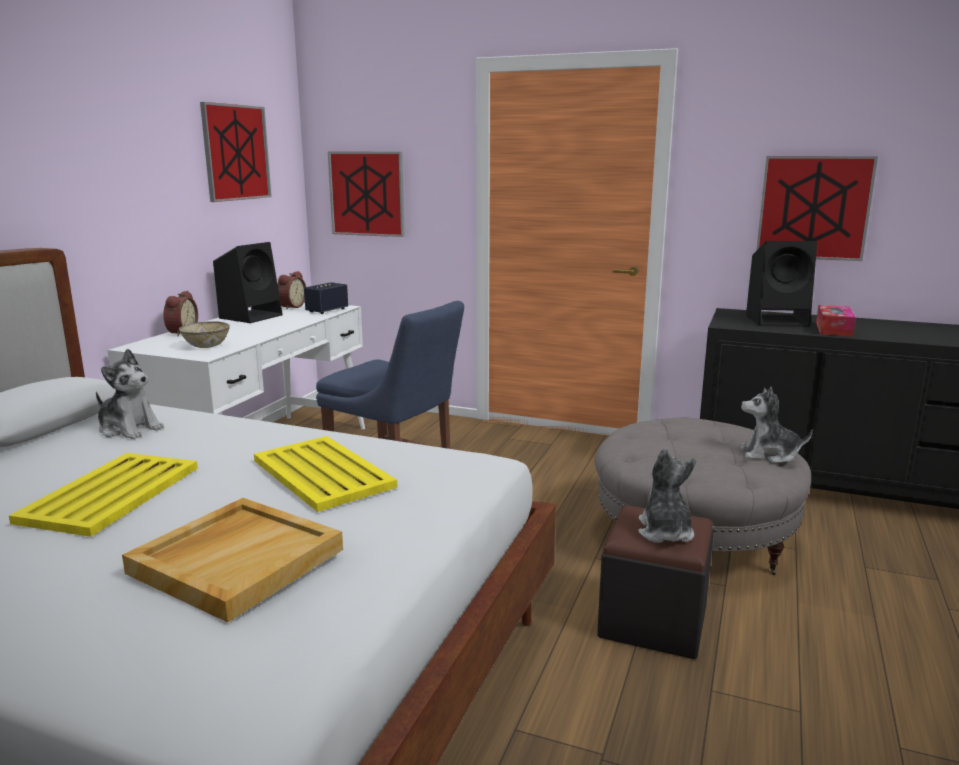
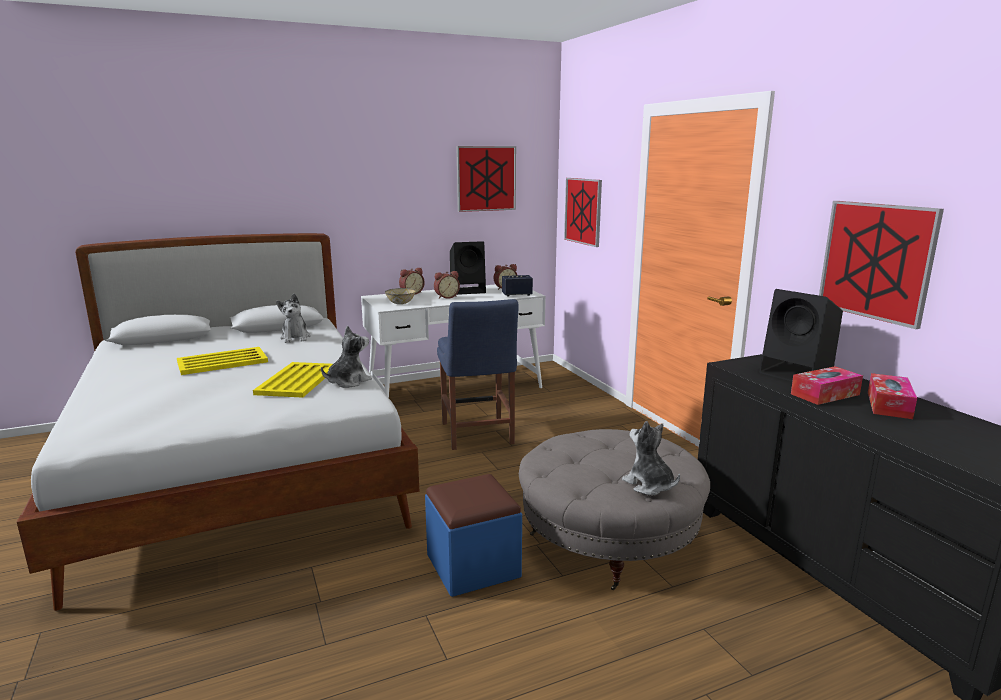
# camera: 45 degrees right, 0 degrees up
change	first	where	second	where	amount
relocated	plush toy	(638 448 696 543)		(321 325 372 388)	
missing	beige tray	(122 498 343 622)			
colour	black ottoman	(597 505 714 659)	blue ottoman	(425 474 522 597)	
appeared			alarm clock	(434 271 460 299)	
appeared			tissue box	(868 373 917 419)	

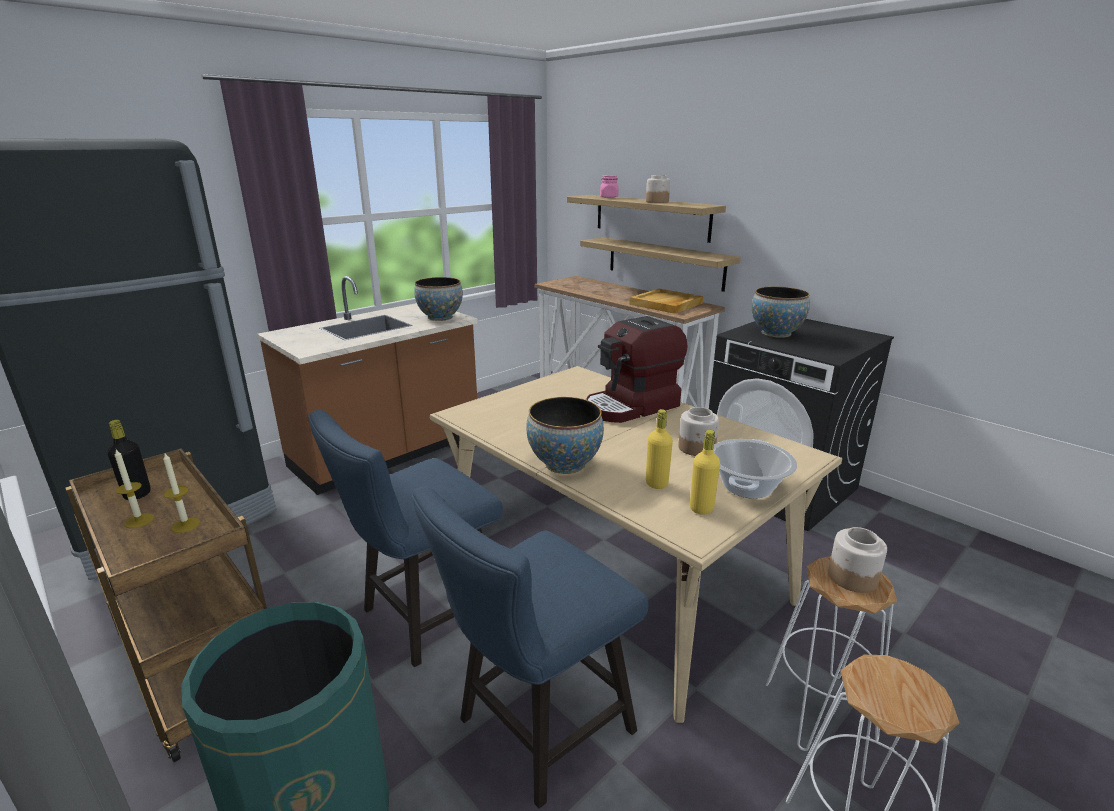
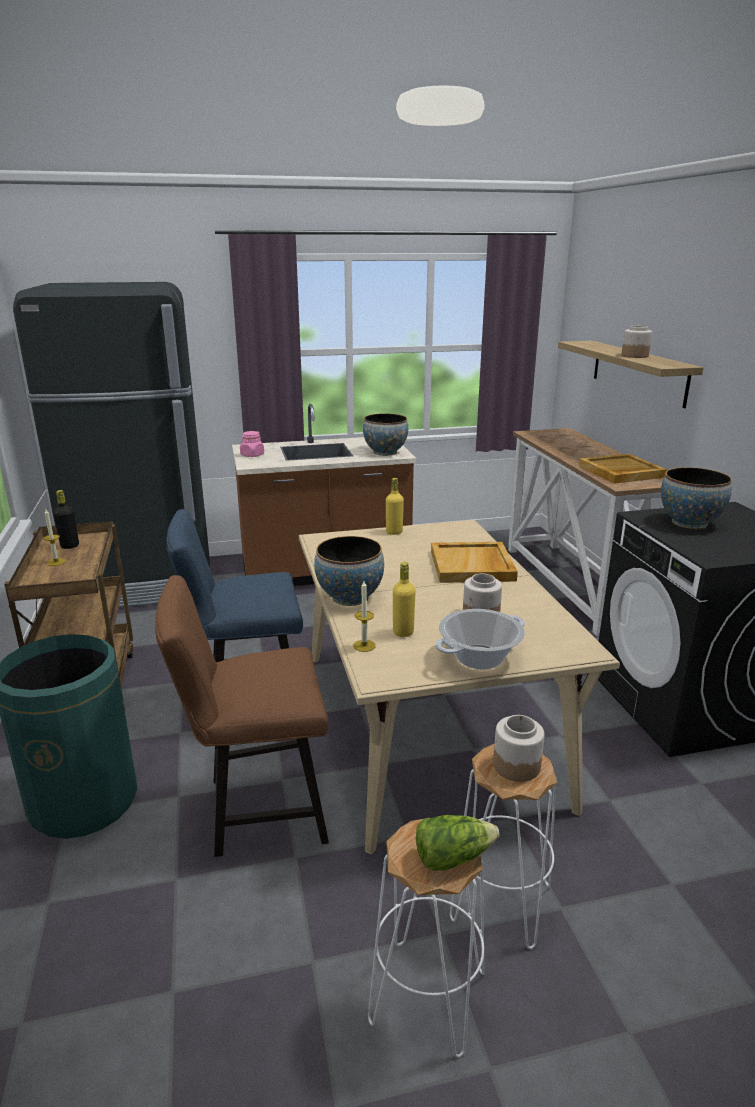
# camera: 30 degrees right, 0 degrees up
change	first	where	second	where	amount
relocated	pink jar	(600 175 619 198)		(240 431 264 457)	
missing	shelf	(580 237 741 292)			
exchanged	coffee machine	(586 316 688 423)	beige tray	(431 542 518 583)	
relocated	yellow bottle	(690 430 720 515)		(386 478 404 535)	
relocated	candle	(163 452 200 533)		(353 581 376 652)	
colour	blue chair	(412 487 649 809)	brown chair	(155 575 329 857)	
appeared			lettuce	(416 815 499 871)	

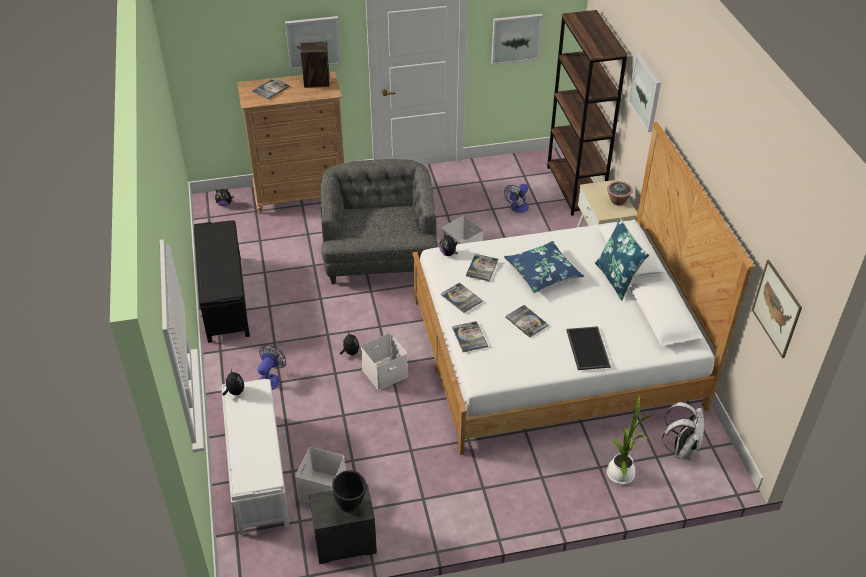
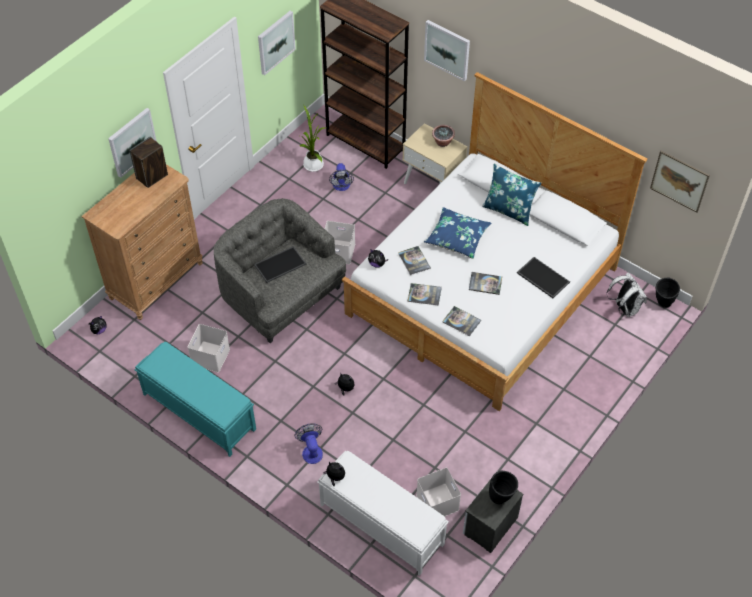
# camera: 40 degrees left, 10 degrees up
change	first	where	second	where	amount
missing	book	(252 78 290 99)			
colour	black bench	(194 220 250 343)	turquoise bench	(135 342 256 457)	
relocated	white storage box	(361 333 408 390)		(188 324 230 372)	
relocated	potted plant	(607 396 653 484)		(299 106 325 172)	
appeared			tray	(254 246 306 283)	
appeared			black vase	(656 278 680 308)	

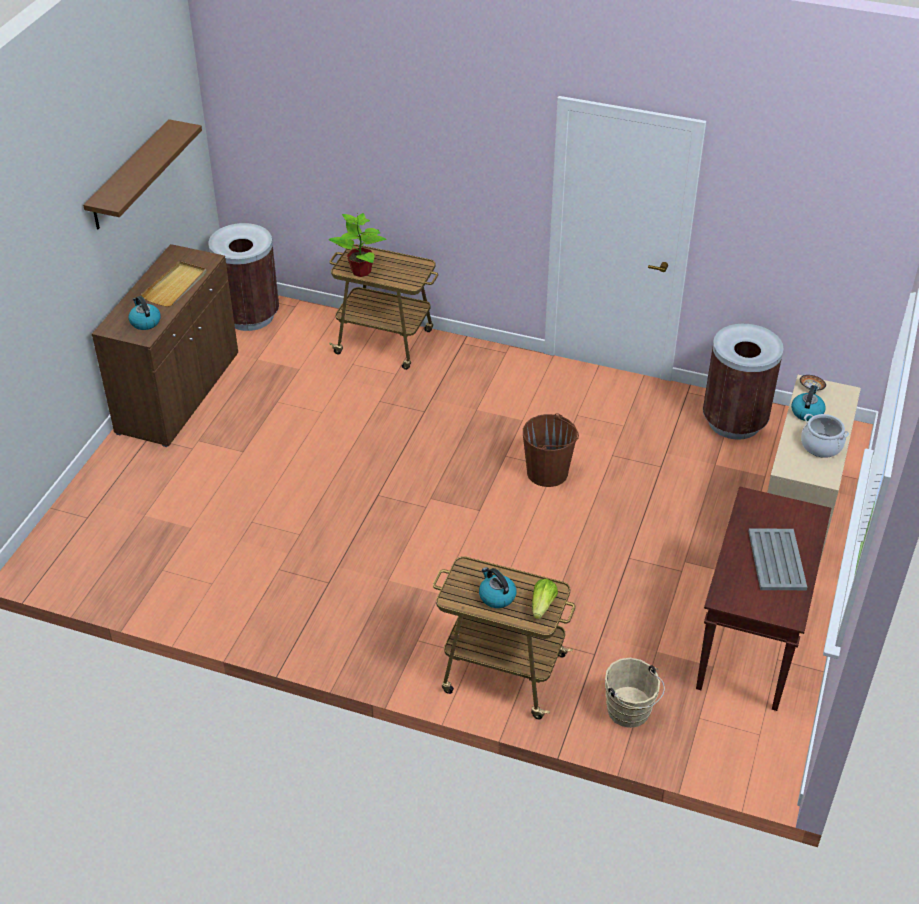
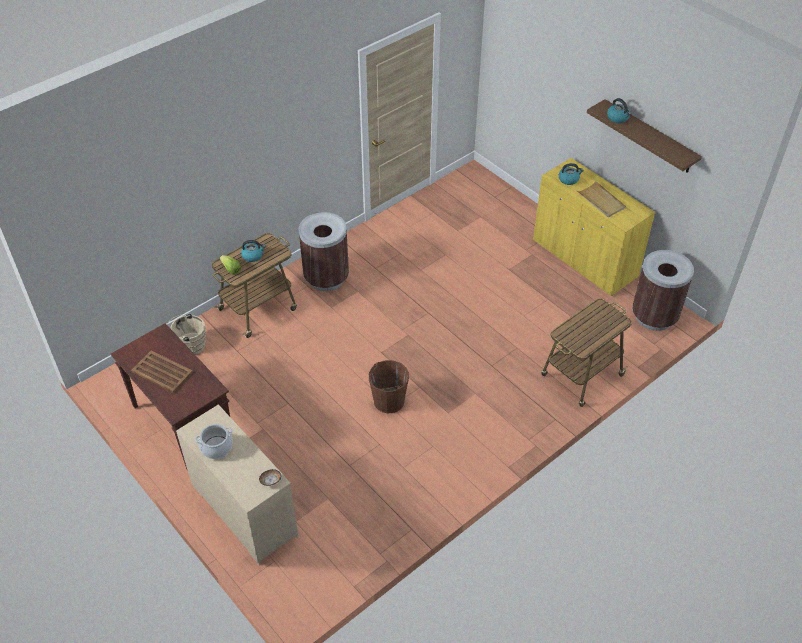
# camera: 120 degrees right, 5 degrees up
change	first	where	second	where	amount
missing	potted plant	(328 213 386 277)			
colour	brown cabinet	(92 244 238 447)	yellow cabinet	(533 158 655 296)	
relocated	brown trash can	(703 324 784 440)		(299 212 349 291)	
relocated	kettle	(791 385 826 421)		(607 98 631 123)	
colour	grey tray	(748 529 807 590)	brown tray	(131 350 193 393)	

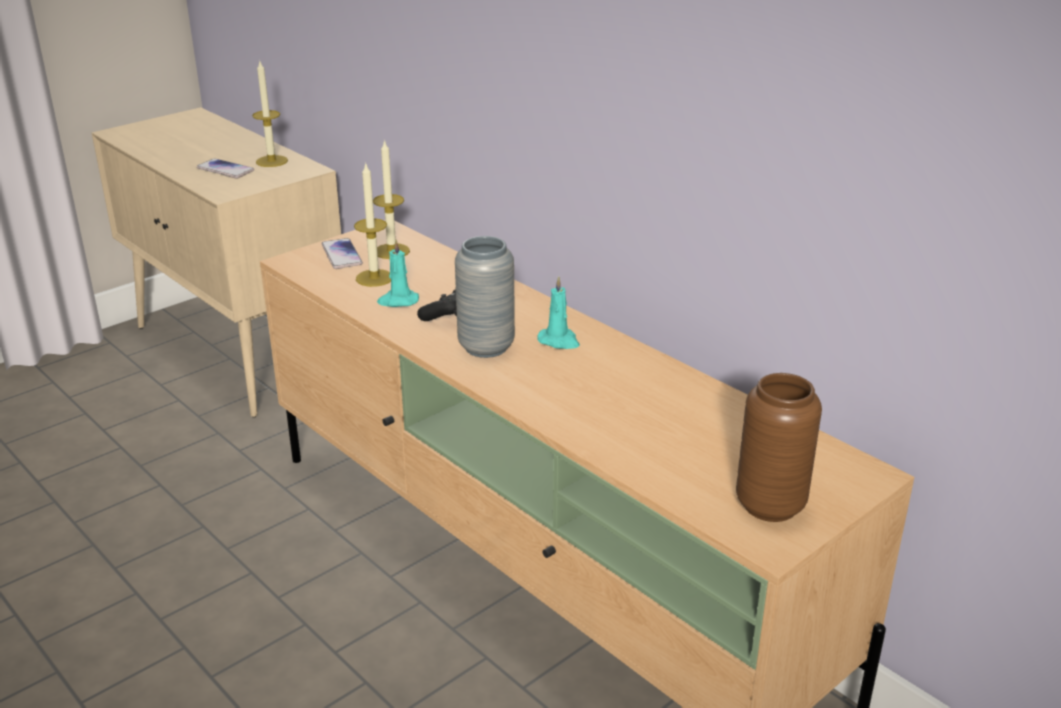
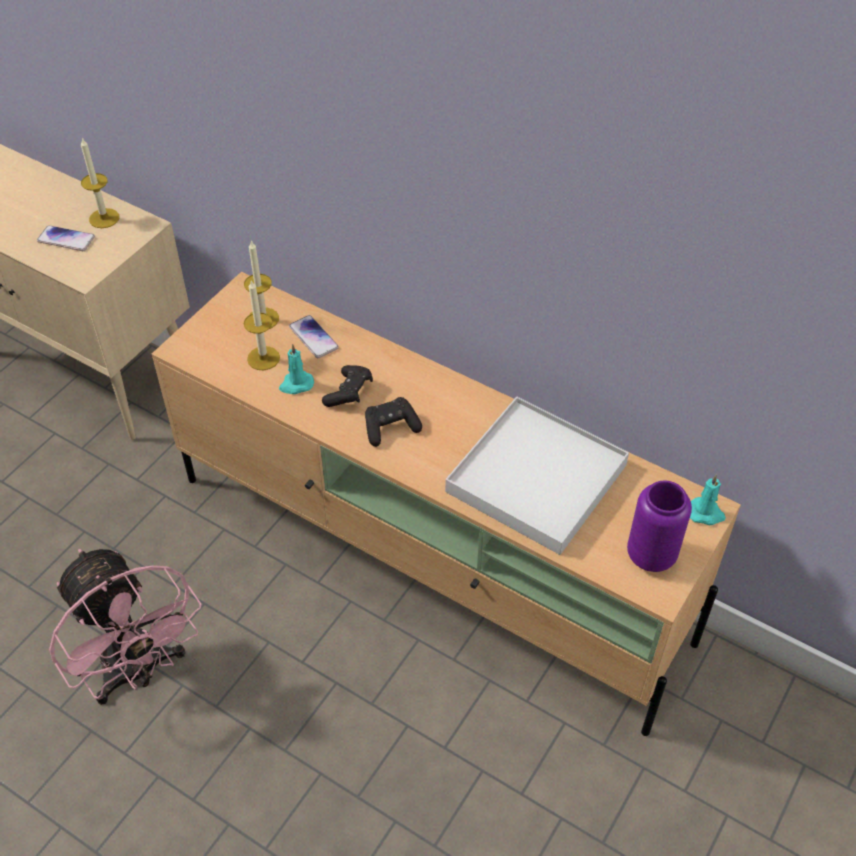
# camera: 15 degrees left, 20 degrees up
change	first	where	second	where	amount
exchanged	grey vase	(455 236 515 358)	black game controller	(365 397 422 447)	
relocated	phone	(321 238 363 269)		(289 315 339 358)	
relocated	turquoise candle	(537 276 580 349)		(690 474 726 525)	
colour	brown vase	(736 373 822 522)	purple vase	(627 480 692 572)	
appeared			white tray	(445 397 629 555)	
appeared			pink fan	(49 549 202 705)	

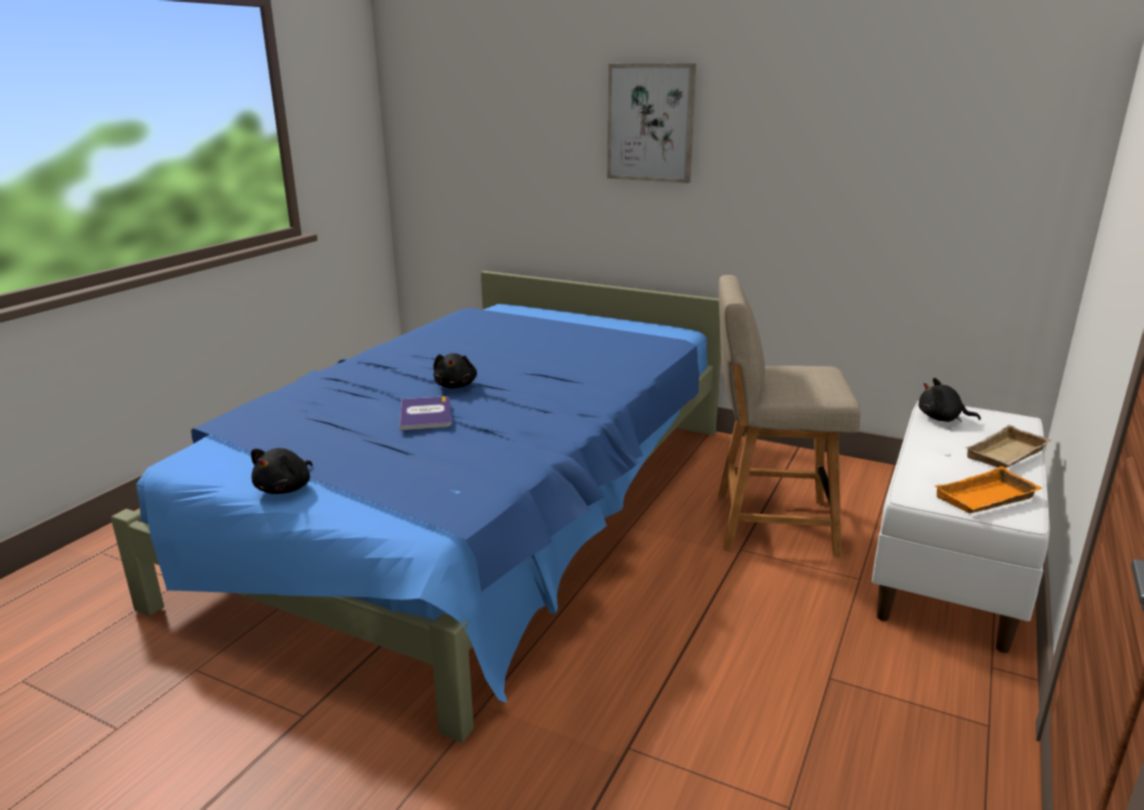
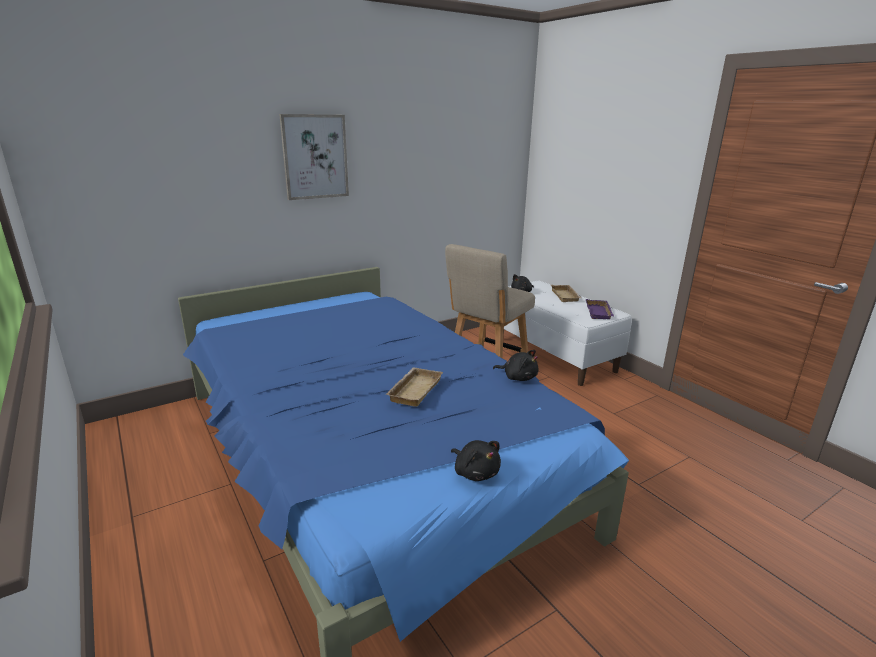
# camera: 60 degrees left, 0 degrees up
change	first	where	second	where	amount
relocated	black plush toy	(433 353 477 388)		(493 350 539 381)	
exchanged	book	(400 396 452 431)	beige tray	(385 367 443 407)	
colour	orange tray	(934 466 1042 513)	purple tray	(586 299 614 319)	

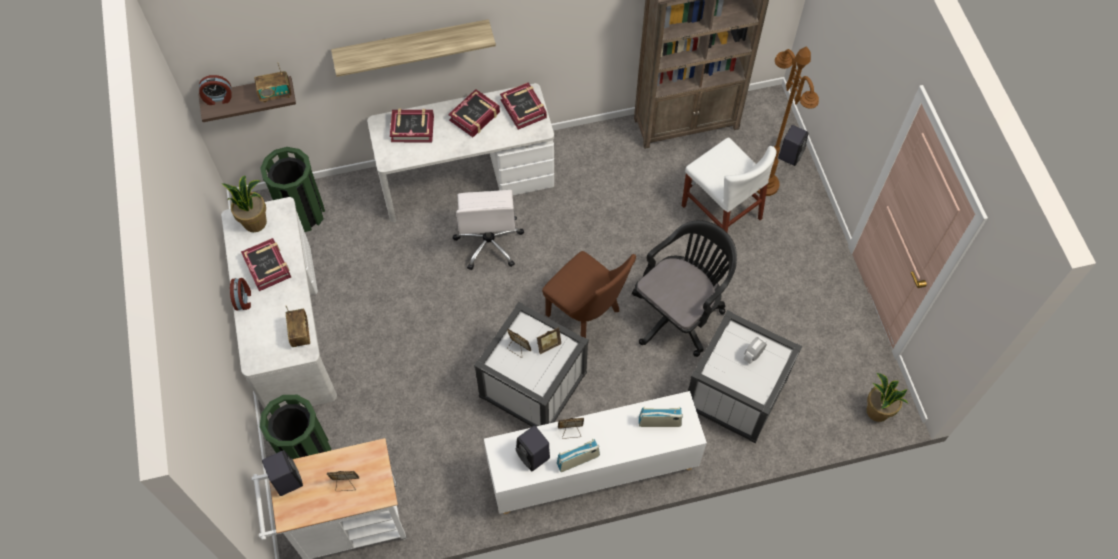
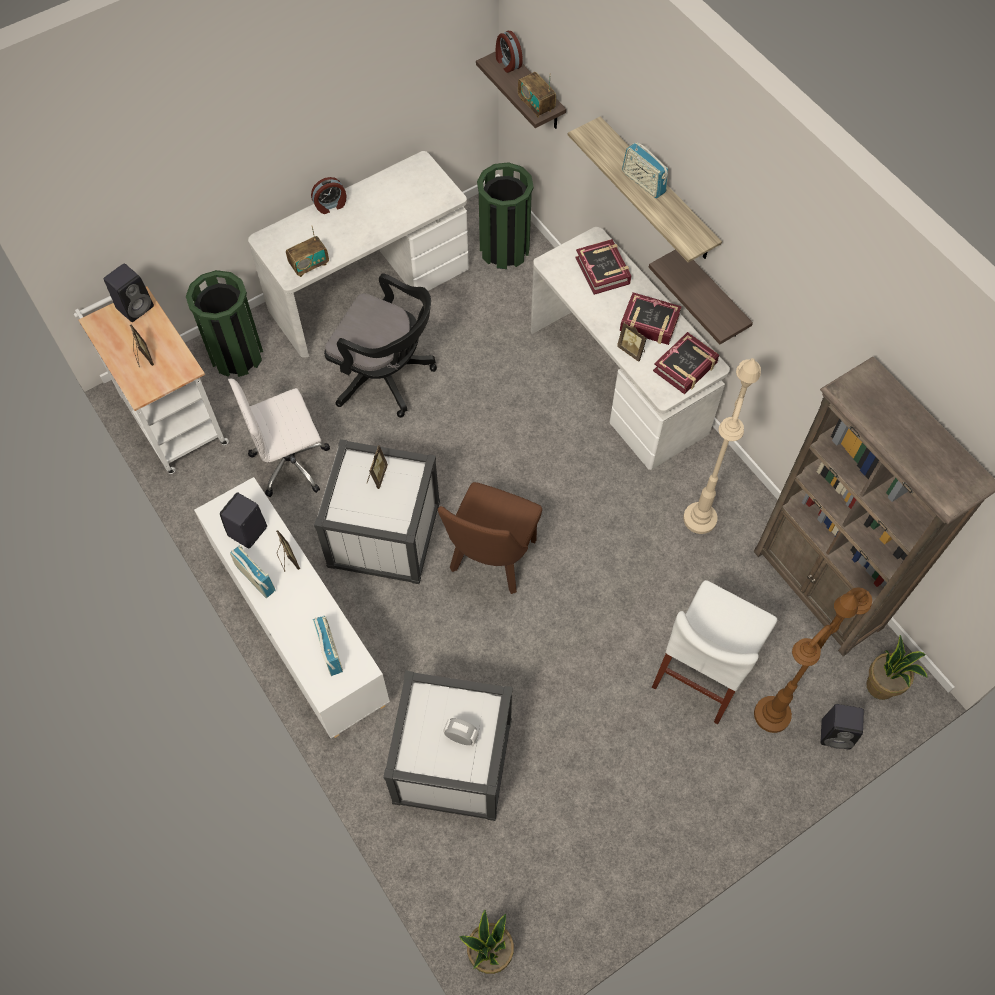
# camera: 70 degrees right, 0 degrees up
change	first	where	second	where	amount
relocated	potted plant	(222 176 267 232)		(866 635 928 700)	
relocated	white office chair	(453 190 524 270)		(228 379 330 497)	
relocated	black office chair	(632 220 737 357)		(324 273 437 418)	
missing	book	(241 238 291 291)			
relocated	picture frame	(537 327 561 354)		(617 322 647 362)	
appeared			radio	(622 142 668 198)	
appeared			shelf	(649 249 753 345)	
appeared			beige floor lamp	(683 358 761 534)	

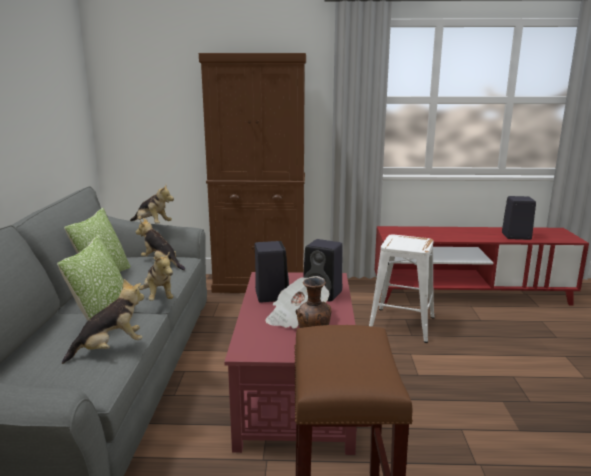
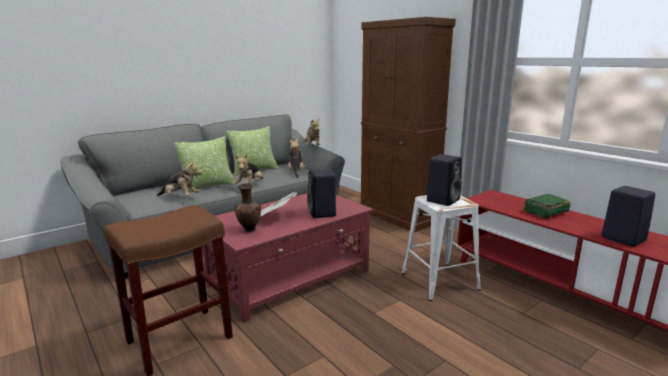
# camera: 50 degrees right, 0 degrees up
change	first	where	second	where	amount
relocated	black speaker	(254 241 289 302)		(427 154 462 206)	
appeared			green book	(524 194 571 219)	

